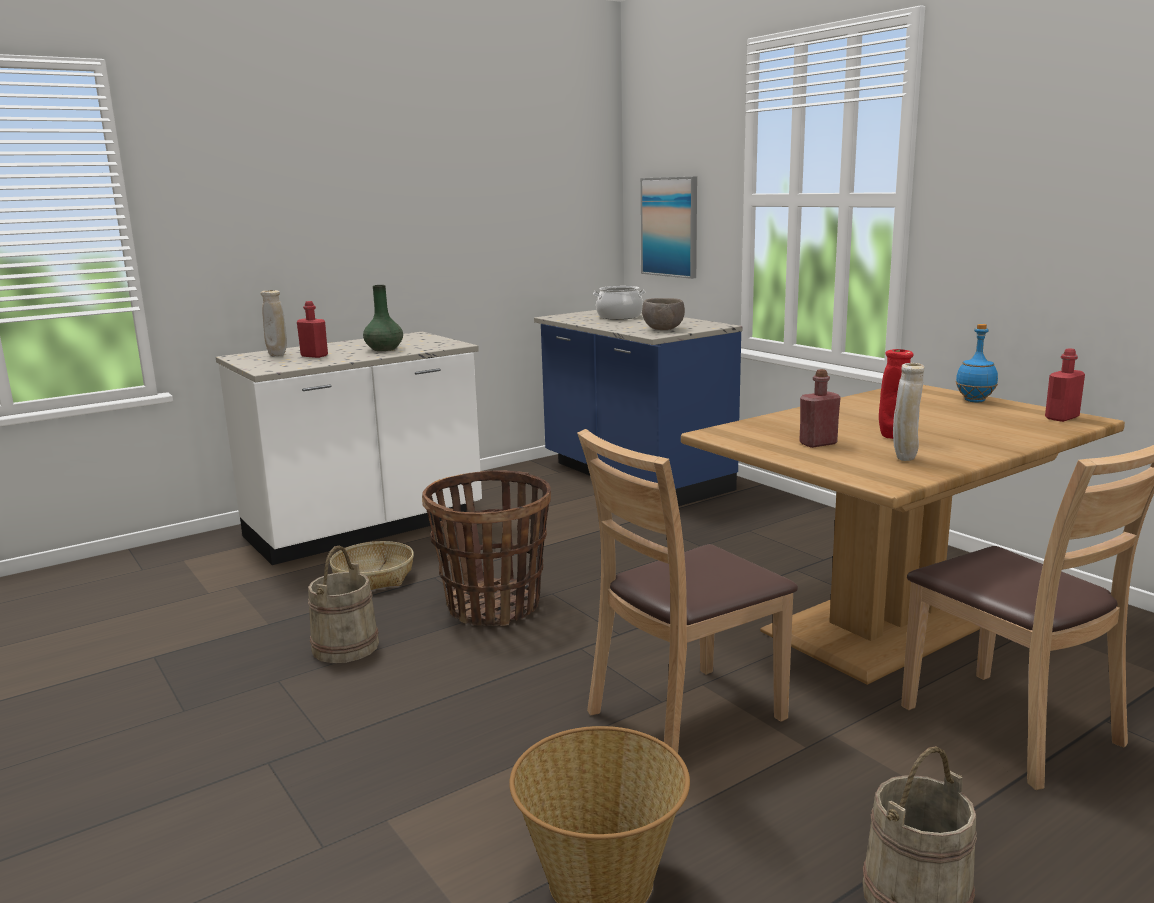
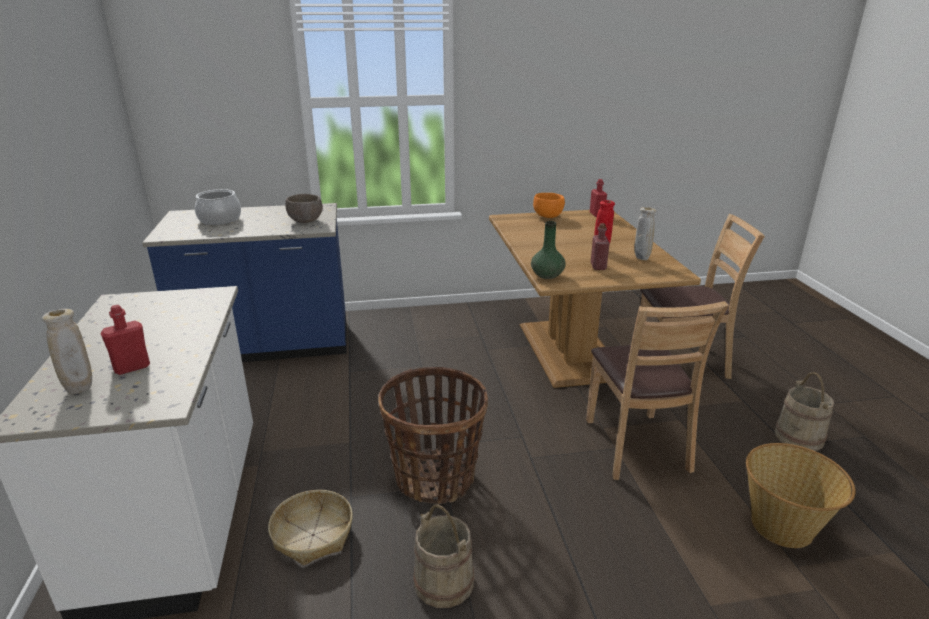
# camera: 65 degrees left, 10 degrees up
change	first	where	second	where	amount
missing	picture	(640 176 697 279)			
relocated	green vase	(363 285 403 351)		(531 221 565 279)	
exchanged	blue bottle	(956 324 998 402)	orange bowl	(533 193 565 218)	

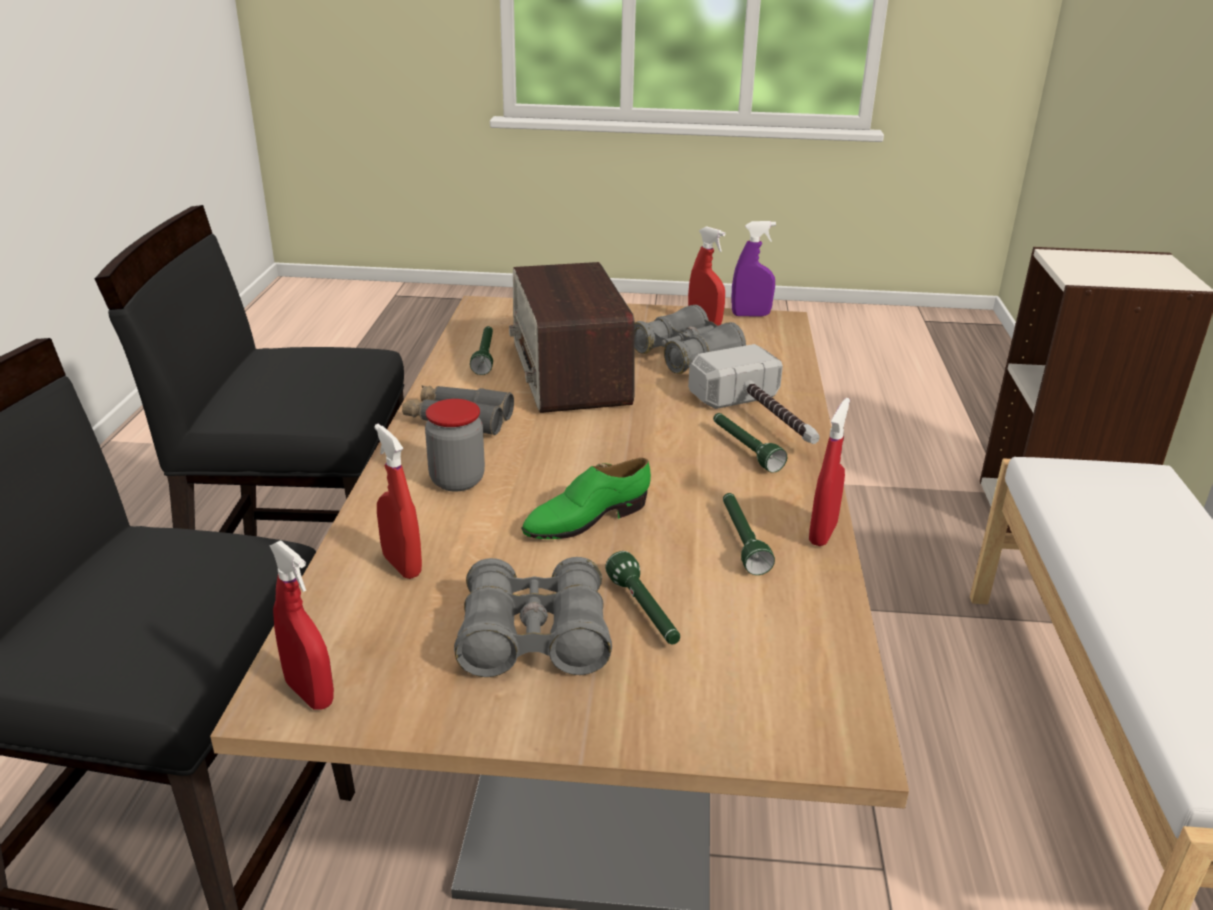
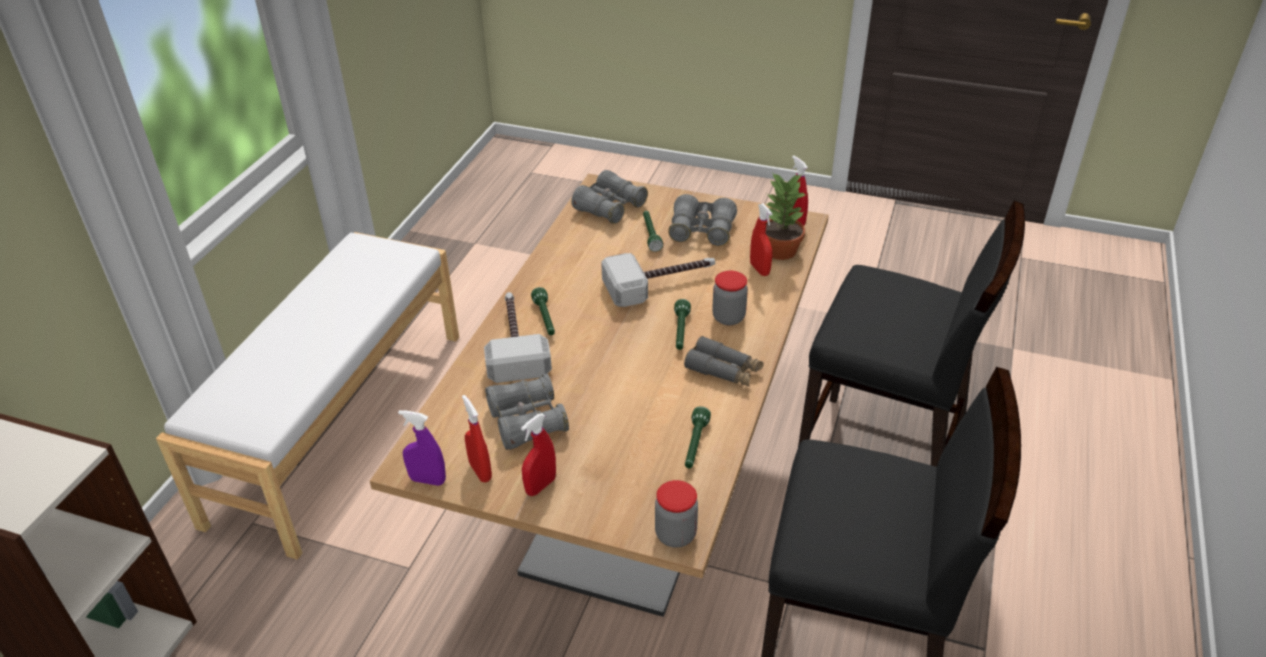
# camera: 165 degrees left, 10 degrees up
change	first	where	second	where	amount
missing	radio	(509 262 635 413)			
relocated	red spray bottle	(809 398 850 546)		(521 413 556 496)	
exchanged	green shoe	(521 458 651 539)	hammer	(601 253 715 307)	
relocated	green flashlight	(723 493 775 575)		(674 299 691 350)	
appeared			grey binoculars	(571 170 648 224)	
appeared			potted plant	(766 172 806 260)	
appeared			jar	(655 480 698 547)	

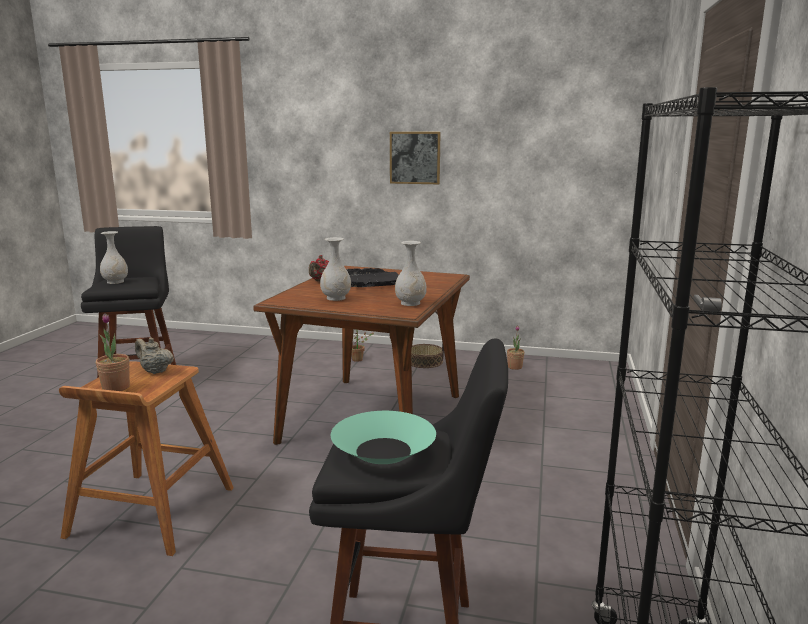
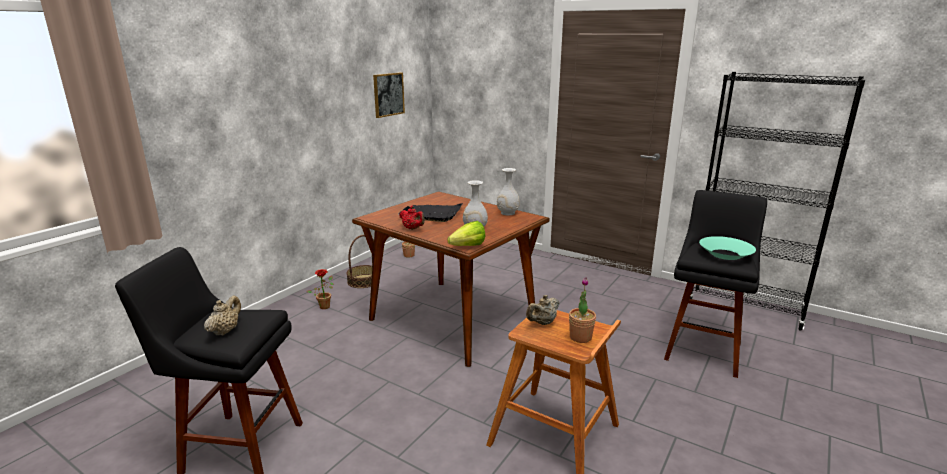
# camera: 70 degrees left, 5 degrees up
change	first	where	second	where	amount
relocated	picture	(390 132 440 184)		(373 72 405 118)	
exchanged	white vase	(100 231 128 284)	beige teapot	(204 296 241 336)	
appeared			lettuce	(447 221 485 246)	

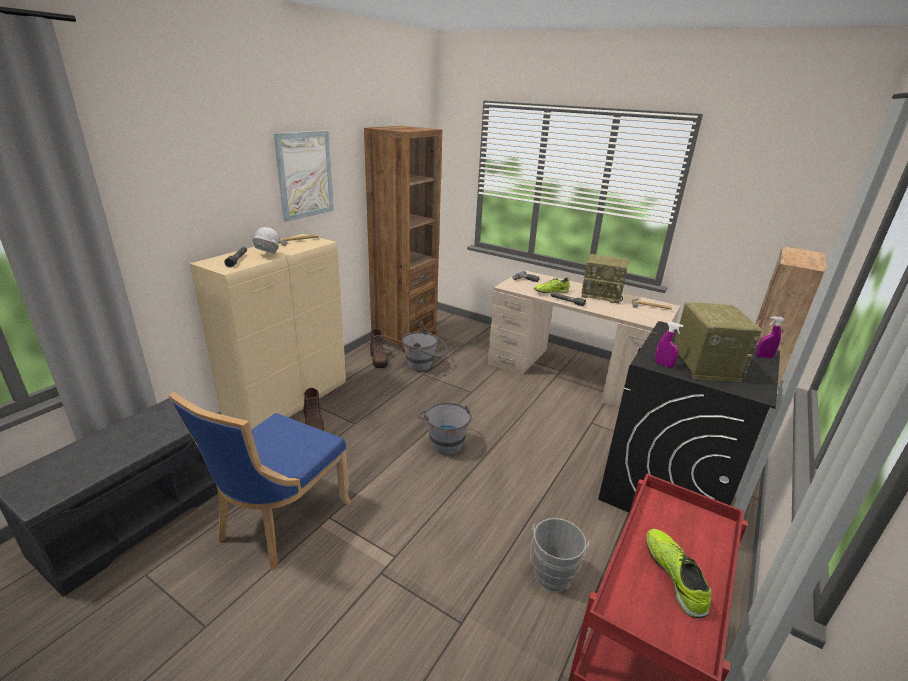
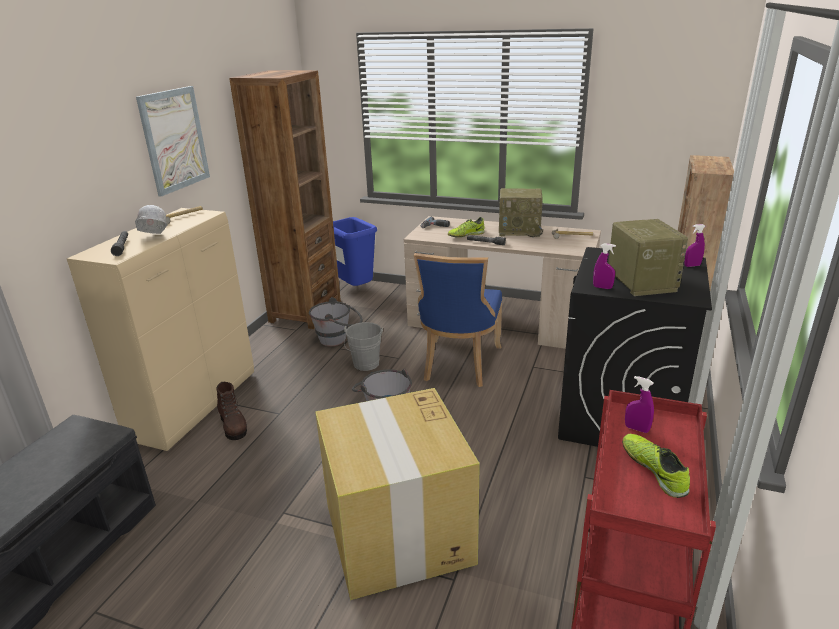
# camera: 10 degrees left, 0 degrees up
change	first	where	second	where	amount
missing	brown boot	(370 329 388 368)			
relocated	blue chair	(168 392 352 569)		(414 253 502 387)	
relocated	grey bucket	(530 518 589 592)		(344 322 383 371)	
appeared			blue trash can	(333 217 377 286)	
appeared			purple spray bottle	(625 376 654 433)	
appeared			cardboard box	(315 388 480 600)	

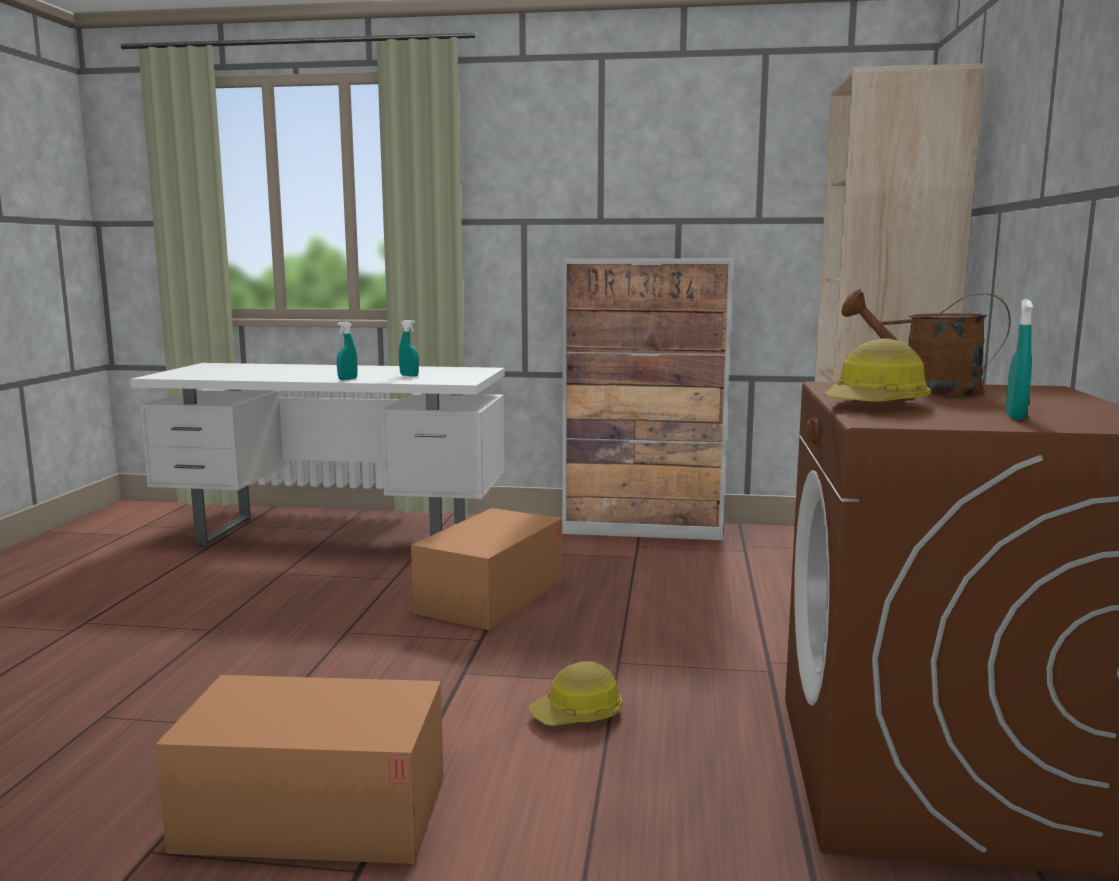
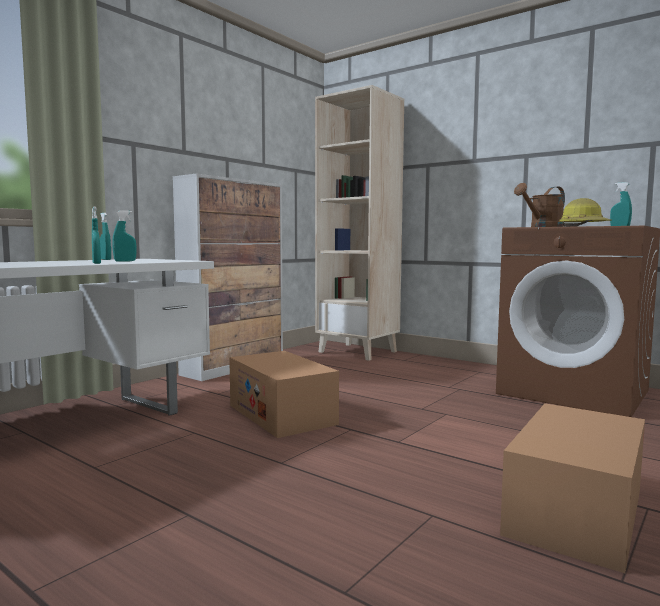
# camera: 60 degrees left, 5 degrees down
change	first	where	second	where	amount
missing	hard hat	(528 661 622 726)			
appeared			turquoise spray bottle	(100 213 111 260)	

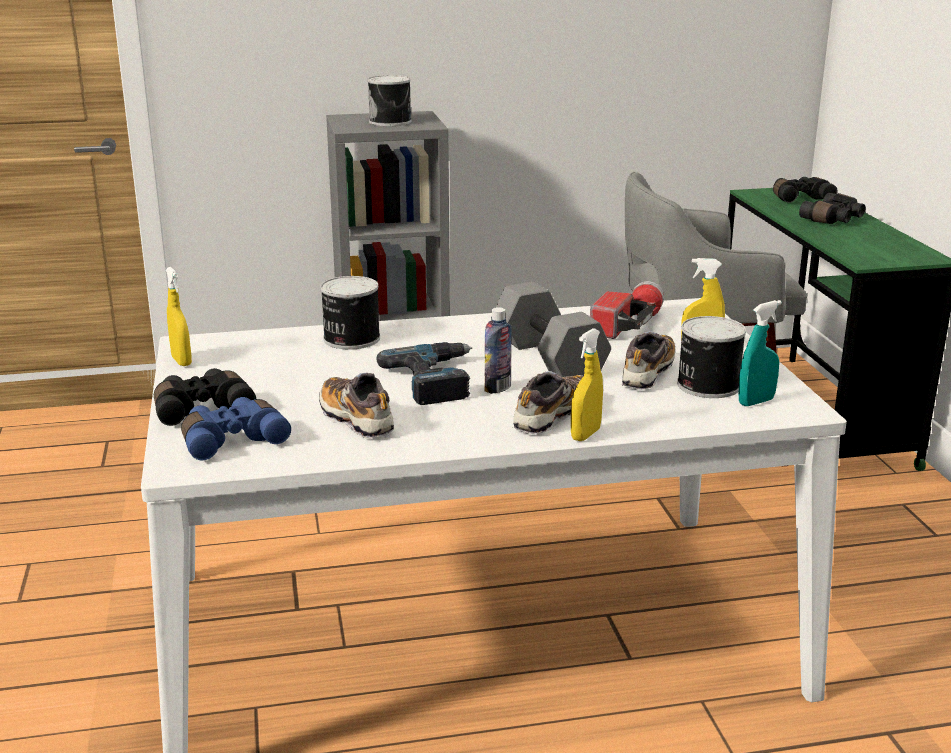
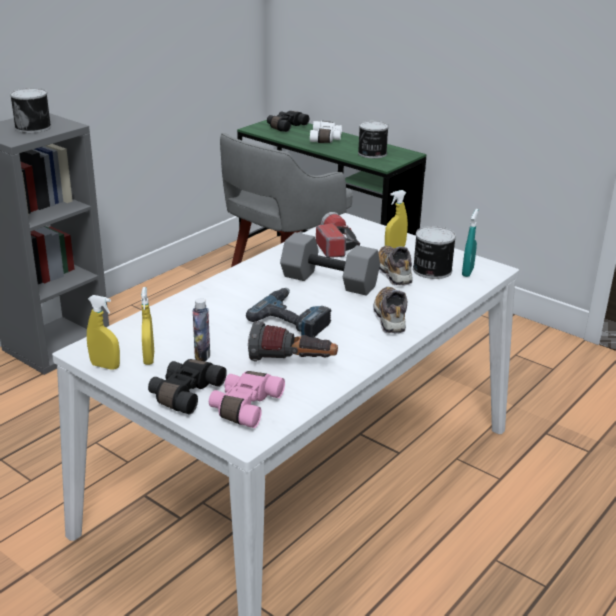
# camera: 40 degrees left, 5 degrees up
change	first	where	second	where	amount
colour	black binoculars	(799 193 865 224)	white binoculars	(310 121 342 143)	
relocated	can	(321 276 380 350)		(358 121 389 158)	
relocated	bottle	(485 307 511 394)		(193 298 210 361)	
relocated	yellow spray bottle	(571 328 603 441)		(141 287 154 365)	
exchanged	shoe	(319 373 394 439)	flashlight	(248 321 338 362)	
colour	blue binoculars	(181 397 291 460)	pink binoculars	(209 371 285 428)	

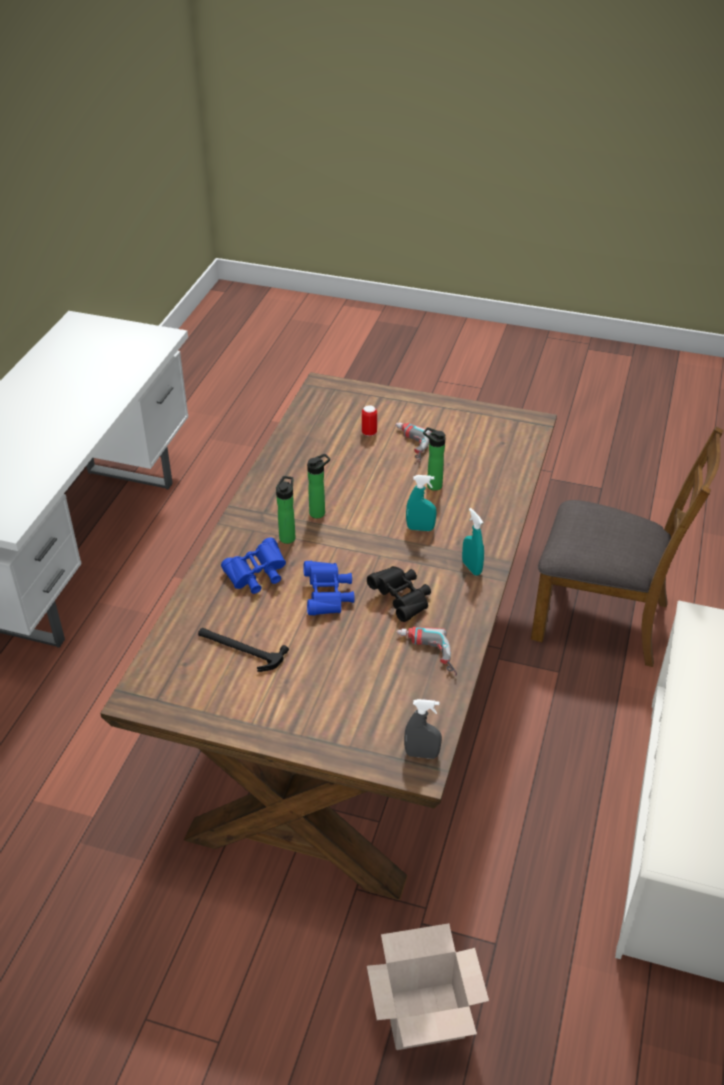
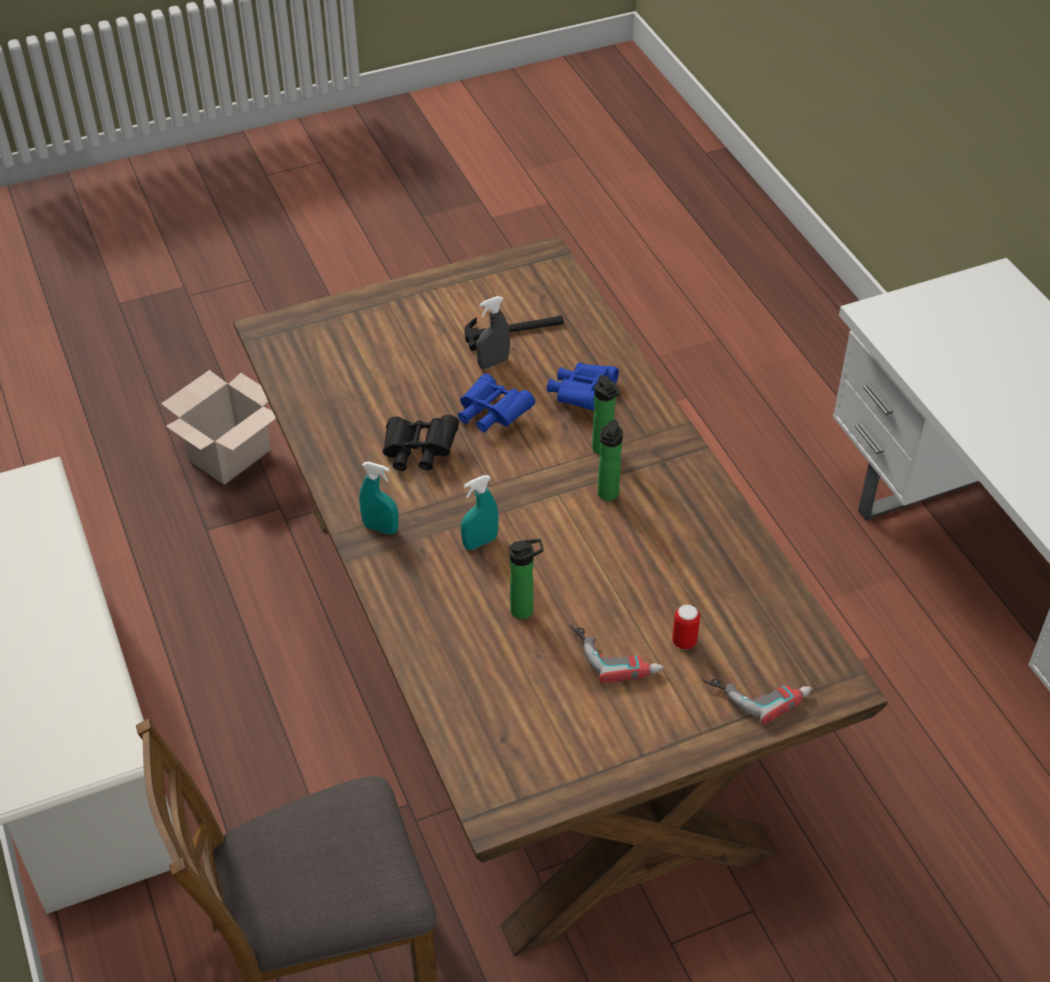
# camera: 140 degrees right, 5 degrees up
change	first	where	second	where	amount
relocated	power drill	(397 627 457 676)		(702 678 812 725)	
relocated	grey spray bottle	(404 699 442 759)		(476 296 510 369)	

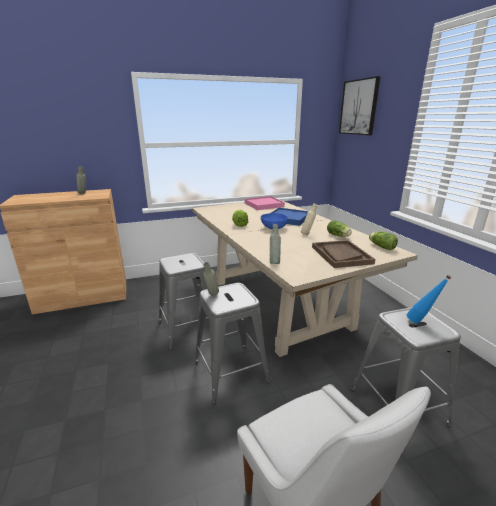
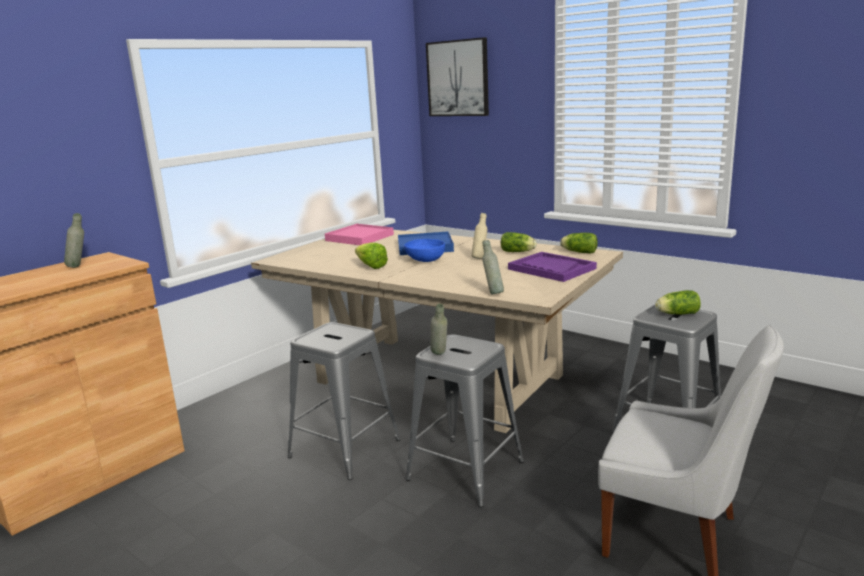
# camera: 30 degrees left, 5 degrees down
change	first	where	second	where	amount
colour	brown tray	(312 240 375 268)	purple tray	(508 252 597 282)	
exchanged	blue bottle	(407 275 451 324)	lettuce	(655 290 701 315)	

